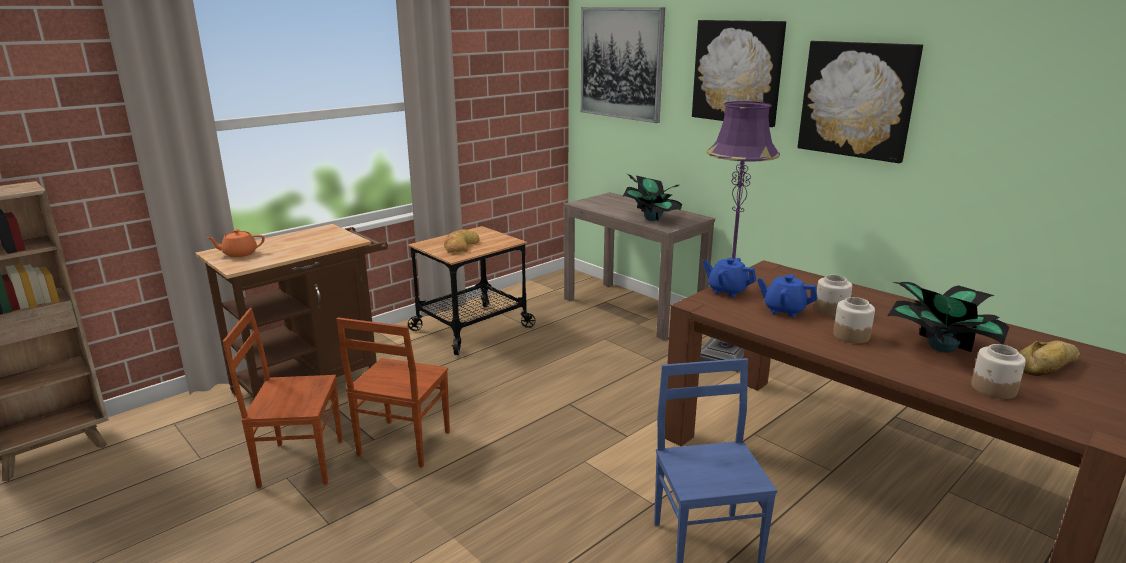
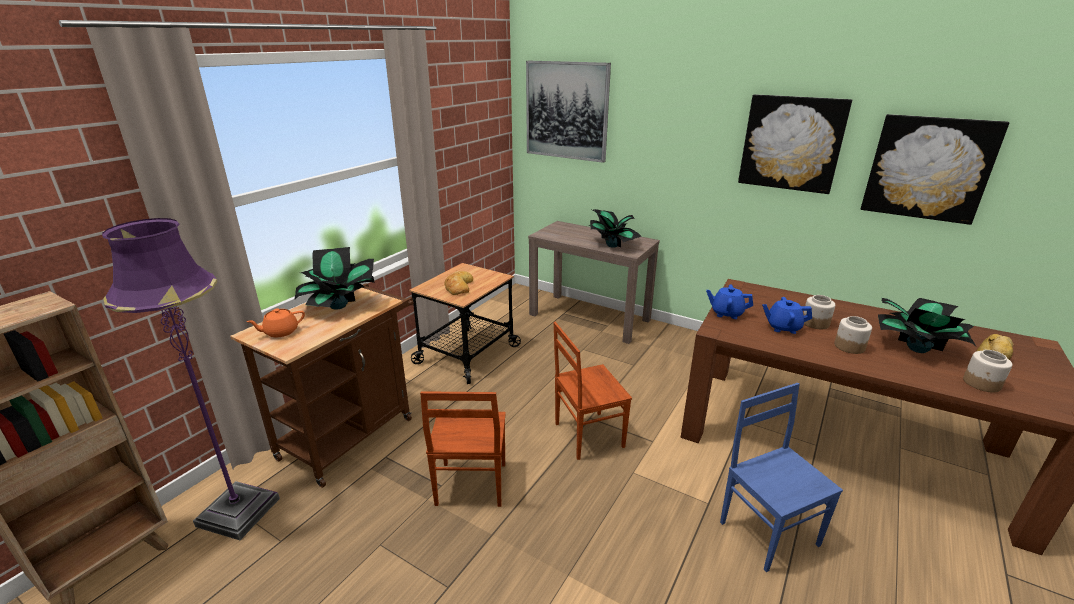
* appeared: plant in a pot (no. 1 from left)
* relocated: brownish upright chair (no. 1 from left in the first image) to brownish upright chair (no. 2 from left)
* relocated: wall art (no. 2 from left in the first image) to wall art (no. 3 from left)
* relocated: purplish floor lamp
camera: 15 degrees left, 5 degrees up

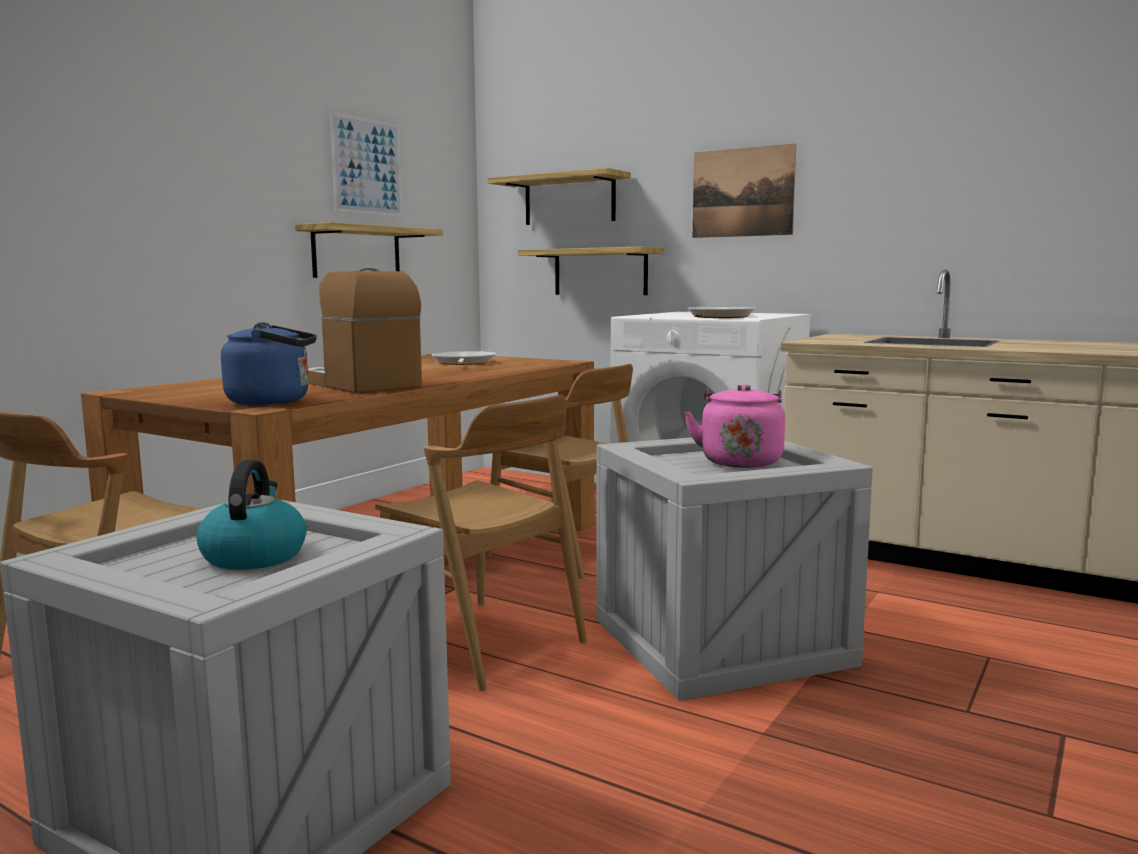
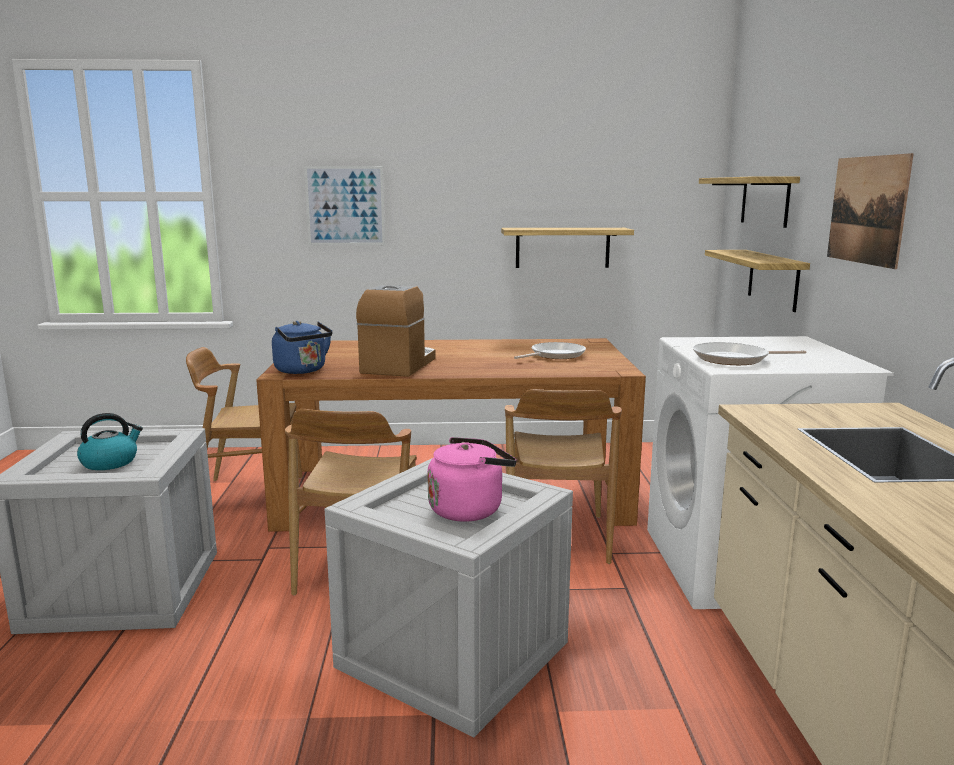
* relocated: wall art (no. 1 from left)
camera: 55 degrees right, 5 degrees up

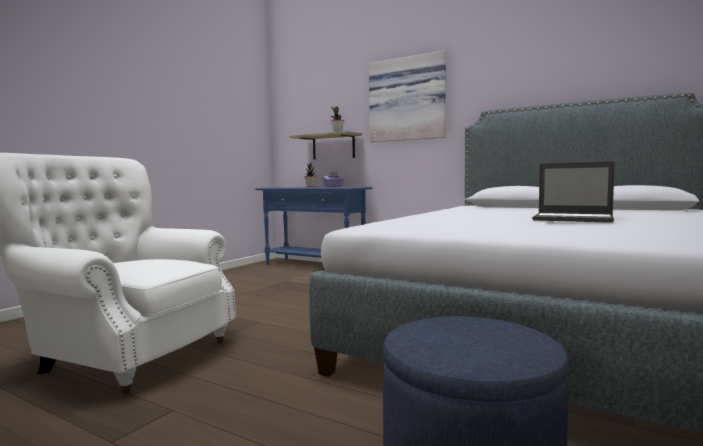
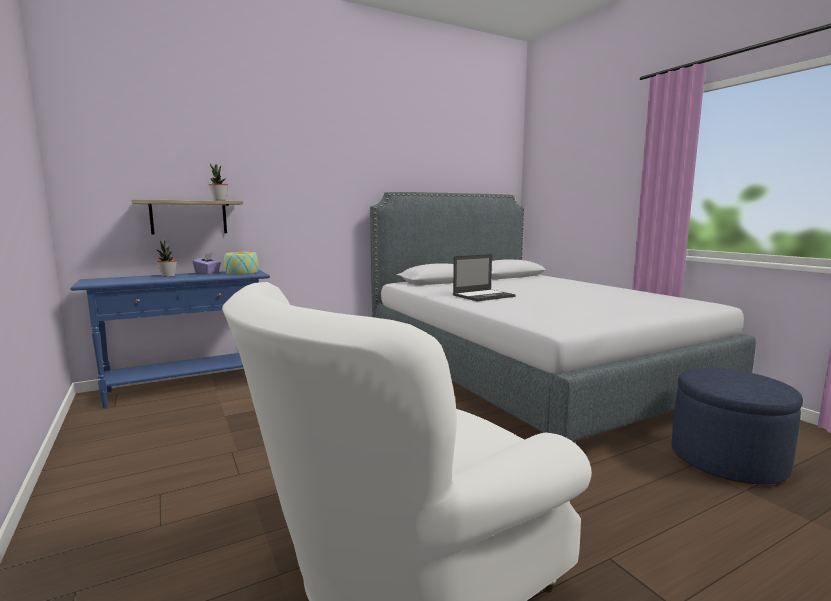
* missing: wall art
* appeared: bowl
* relocated: notebook computer
camera: 60 degrees left, 5 degrees up

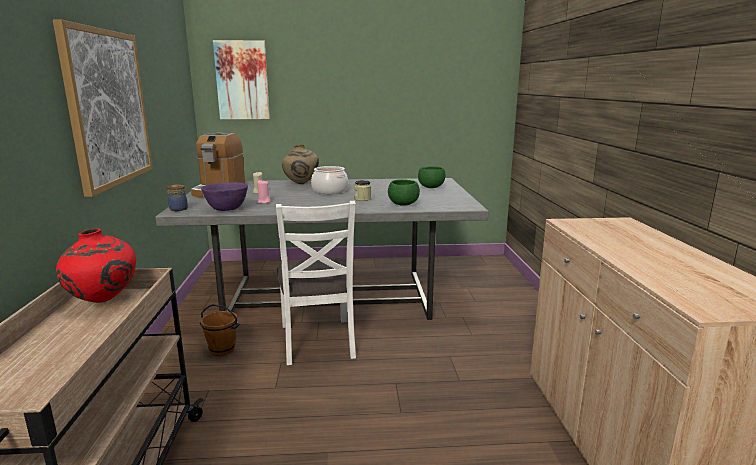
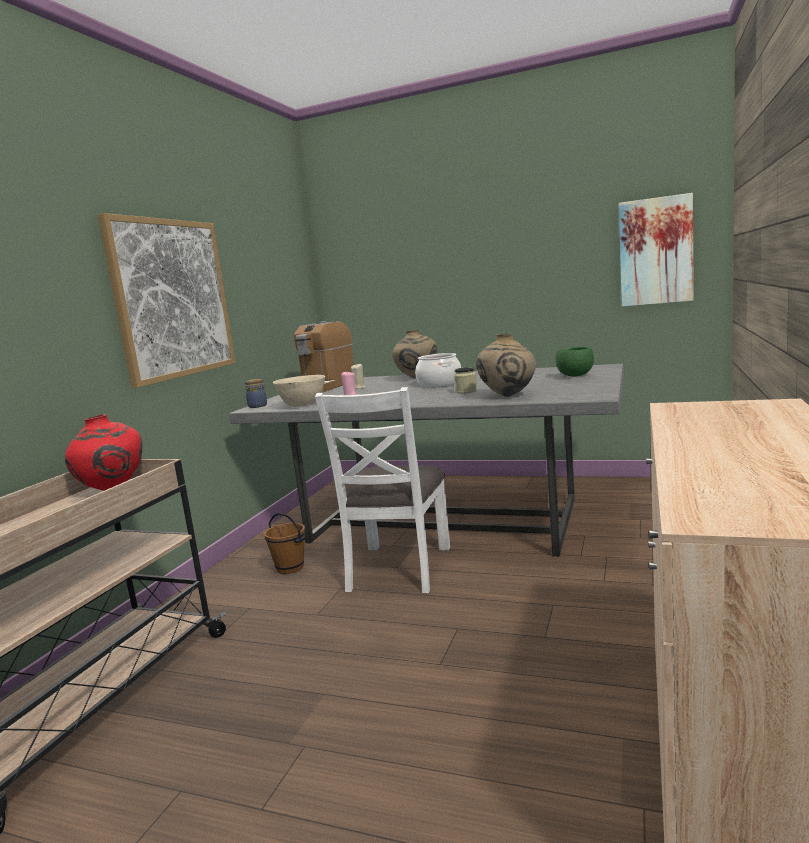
* relocated: wall art (no. 2 from left)
* exchanged: green bowl (no. 1 from left) to sand-coloured flower vase (no. 2 from left)
* colour: purplish bowl to sand-coloured bowl
camera: 25 degrees right, 5 degrees down

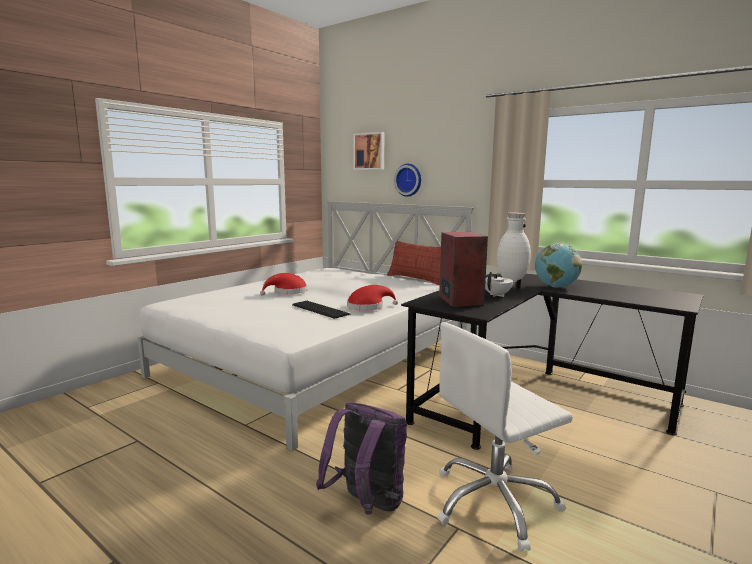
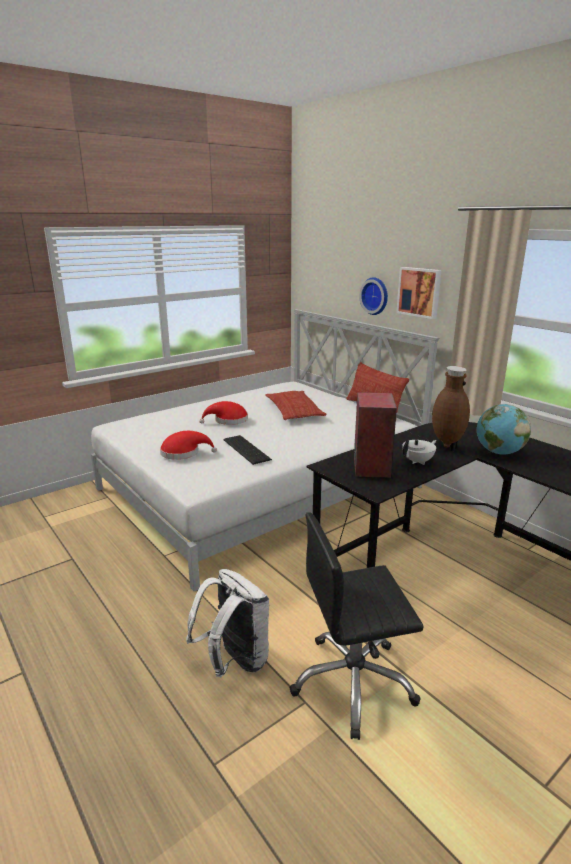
* appeared: cushion (no. 1 from left)
* relocated: red-coloured wearable hat (no. 2 from left in the first image) to red-coloured wearable hat (no. 1 from left)
* relocated: wall art
* colour: purplish rucksack to white rucksack
* colour: white office chair to blackish office chair
* colour: white flower vase to brownish flower vase
camera: 15 degrees right, 10 degrees up

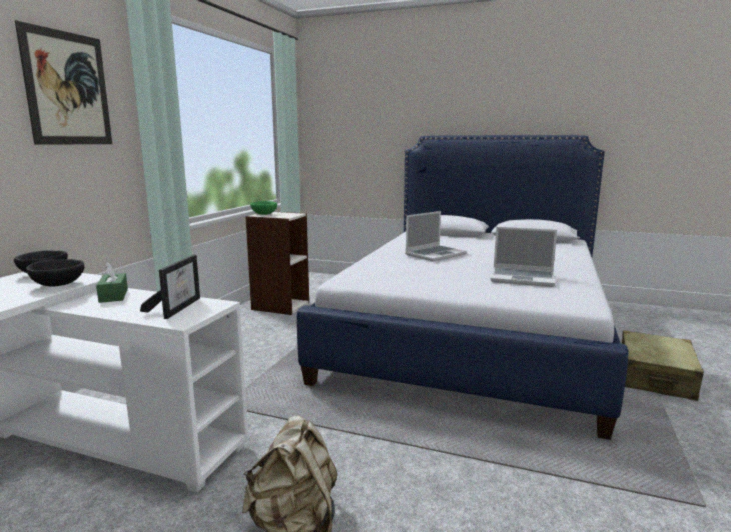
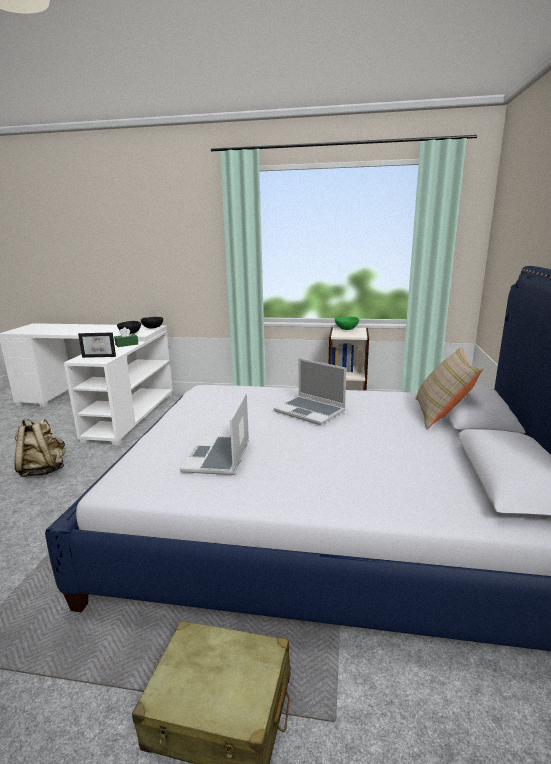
* missing: wall art
* appeared: sand-coloured cushion
camera: 80 degrees right, 5 degrees up

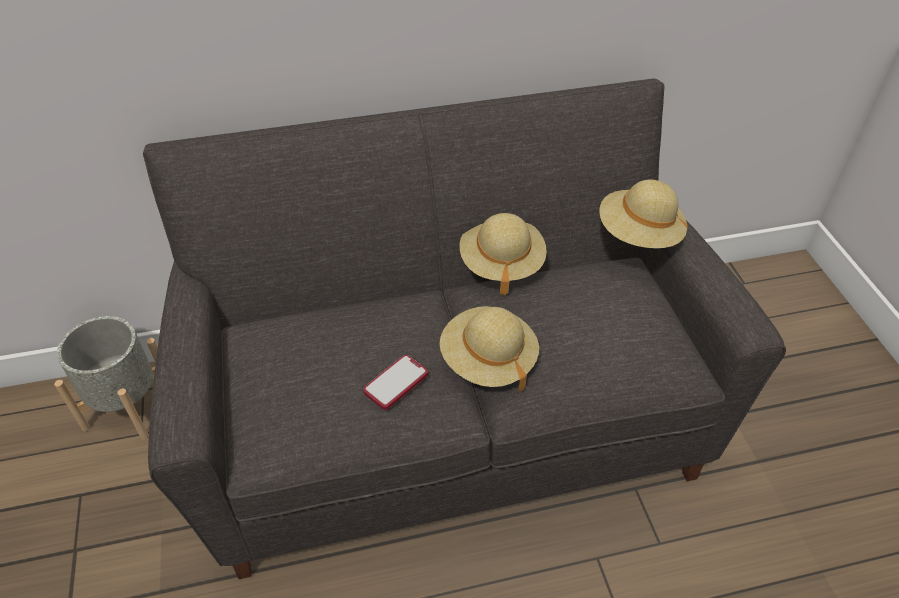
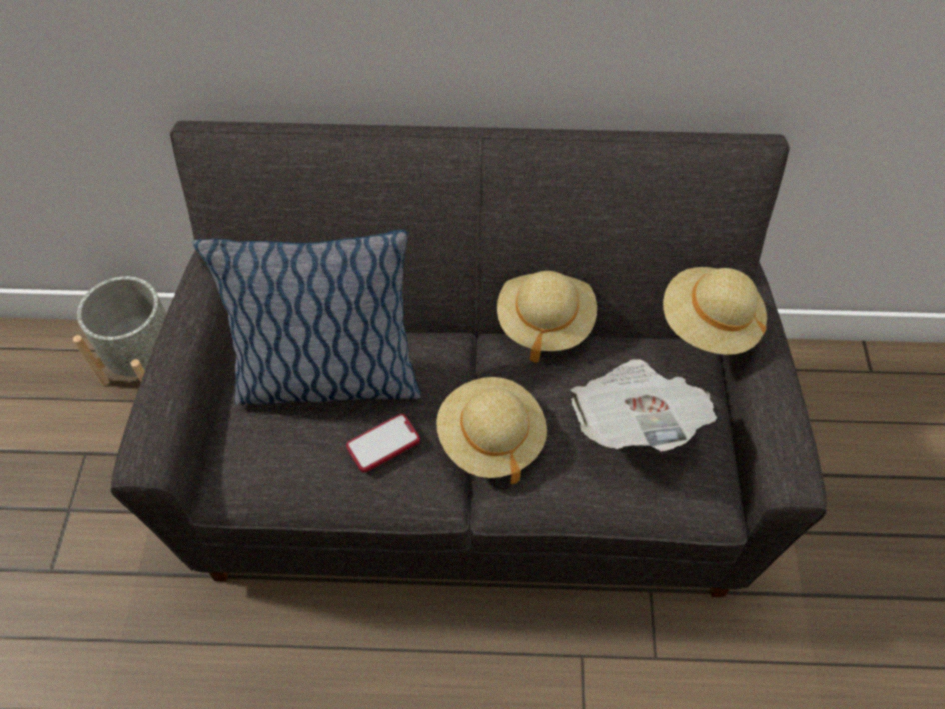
* appeared: cushion
* appeared: daily paper
camera: 15 degrees right, 10 degrees up

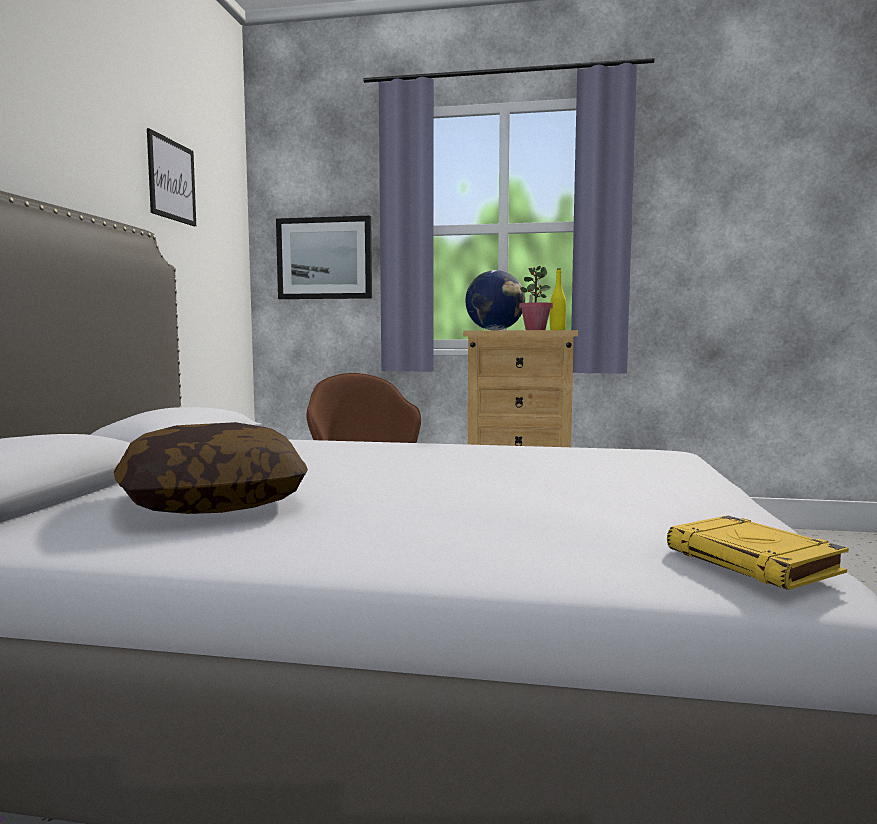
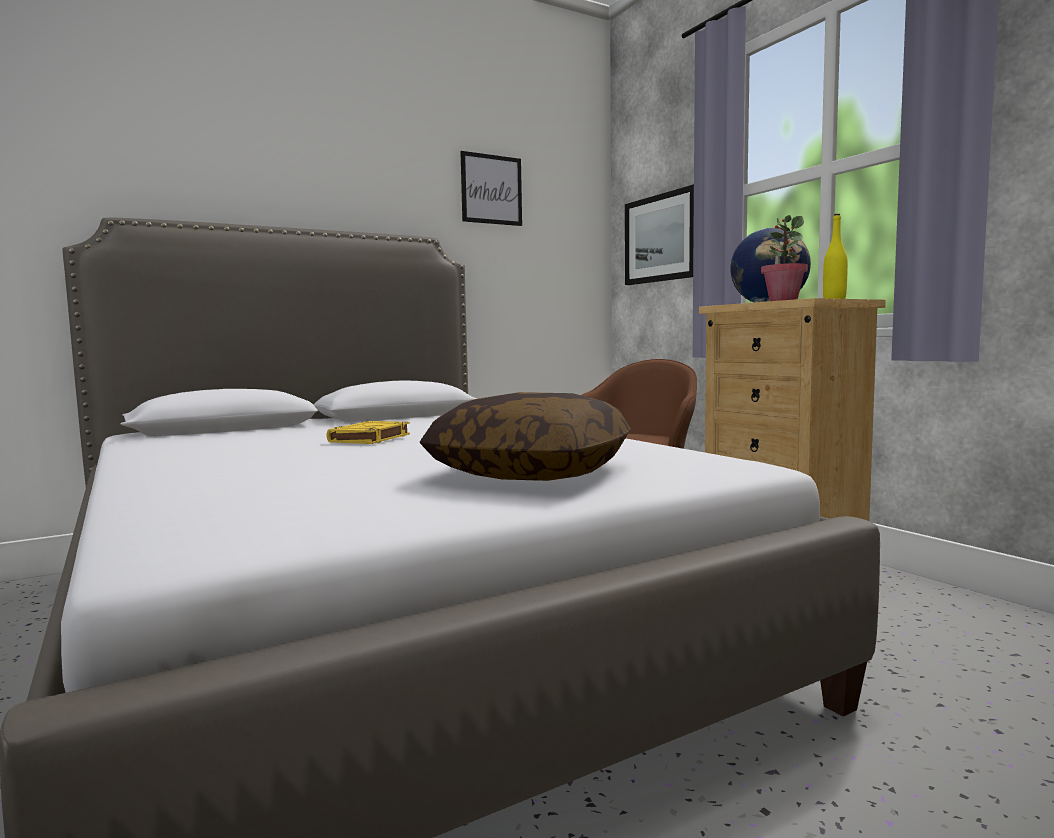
* relocated: cushion
* relocated: yellow-coloured bound book
camera: 50 degrees right, 0 degrees up

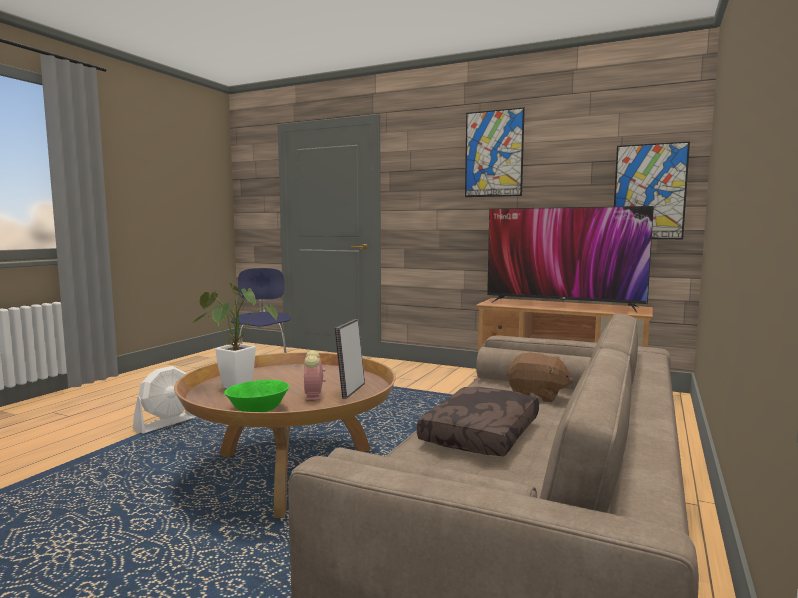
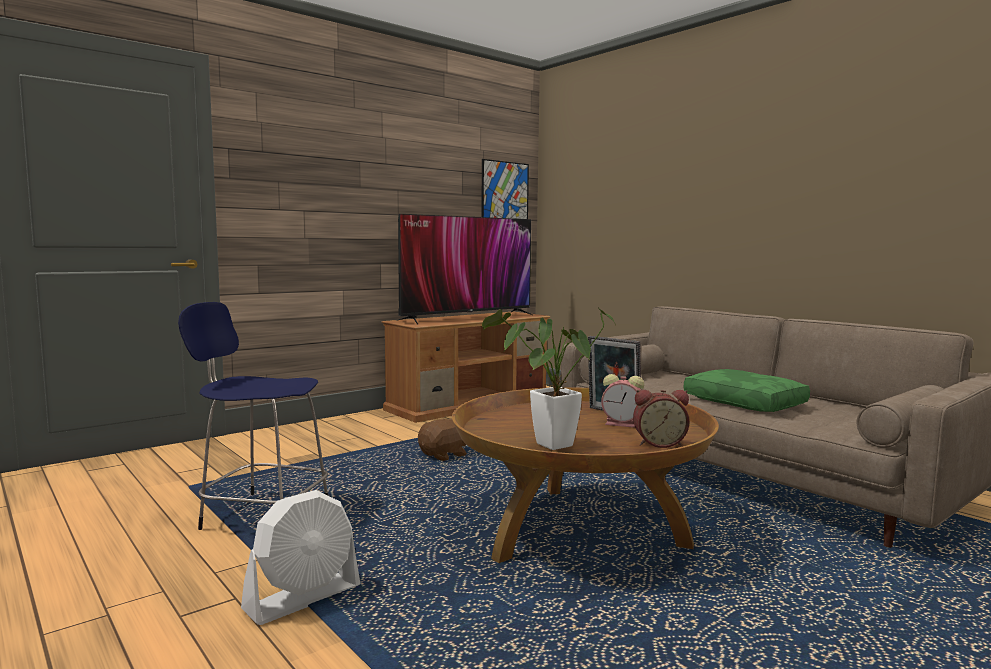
* missing: wall art (no. 1 from left)
* relocated: brownish soft toy
* exchanged: green bowl to alarm clock (no. 2 from left)
* colour: brownish cushion to green cushion
* spun: white cooling fan 75 degrees clockwise
camera: 65 degrees left, 0 degrees up

